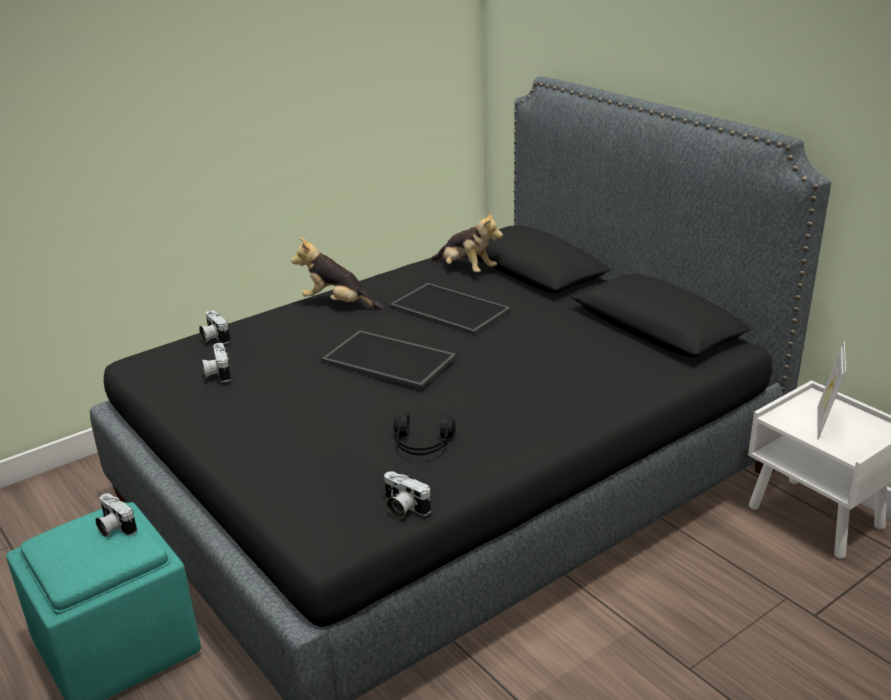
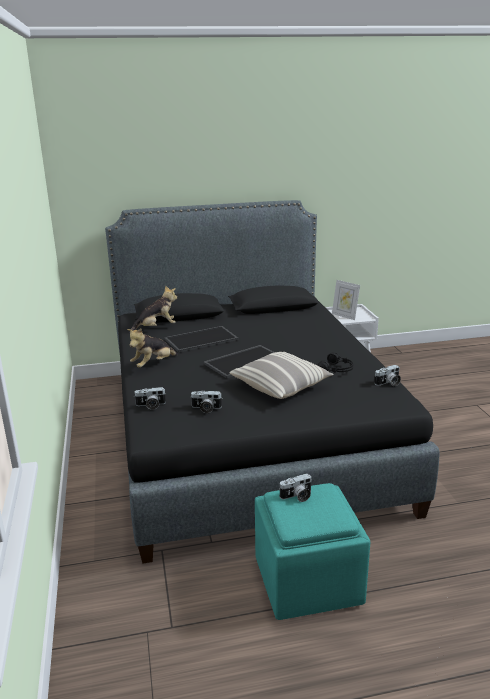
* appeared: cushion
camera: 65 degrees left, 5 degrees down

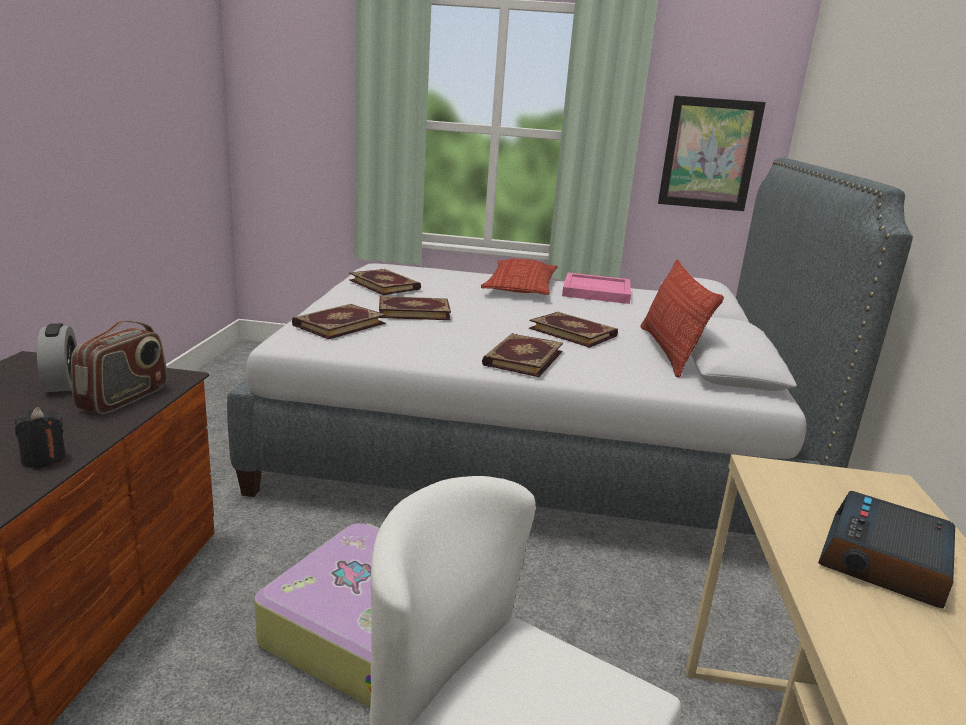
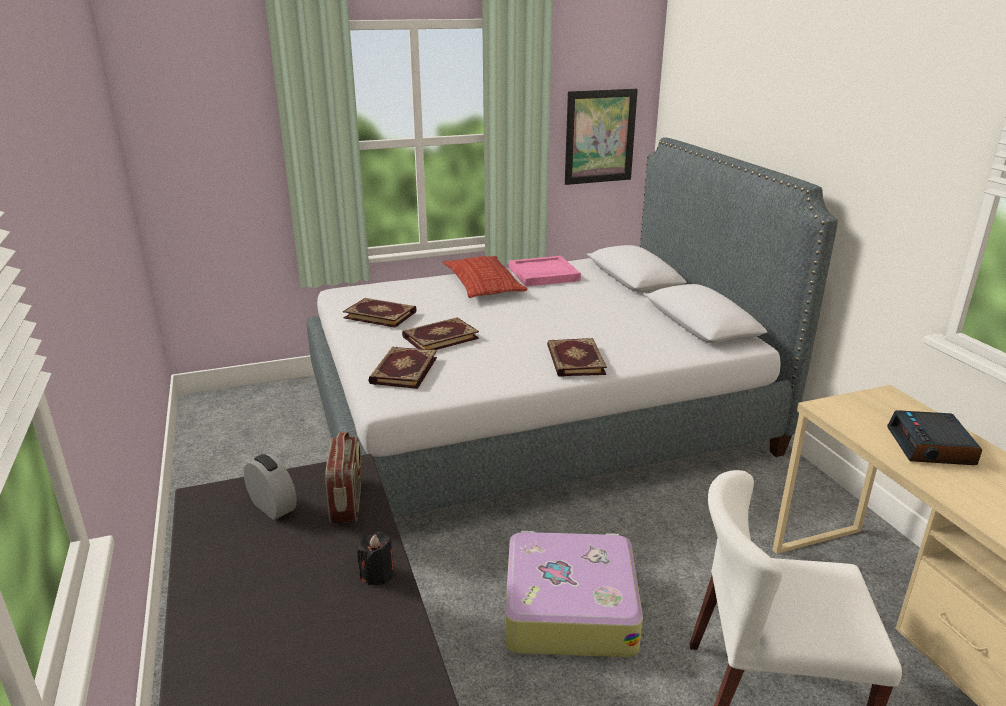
* missing: bound book (no. 5 from left)
* missing: cushion (no. 2 from left)
camera: 25 degrees left, 5 degrees up

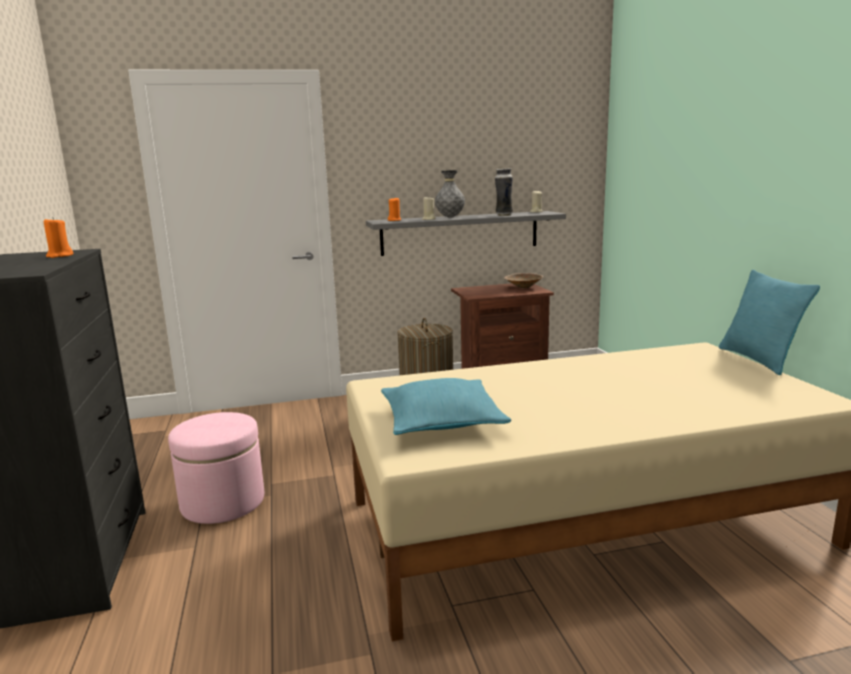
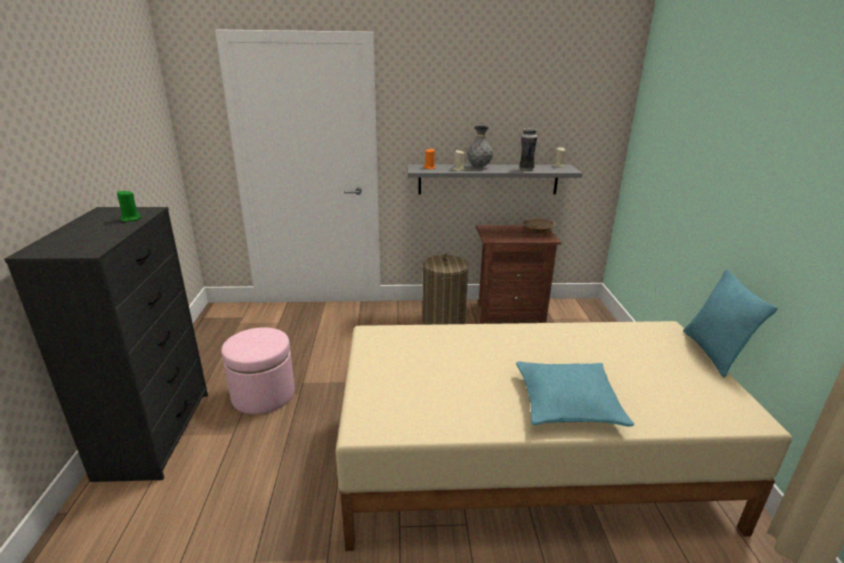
* relocated: turquoise-coloured cushion (no. 1 from left)
* colour: orangey wax candle (no. 1 from left) to green wax candle
camera: 10 degrees right, 10 degrees up

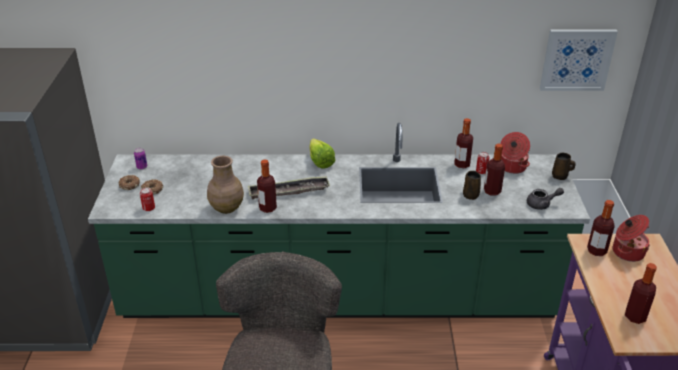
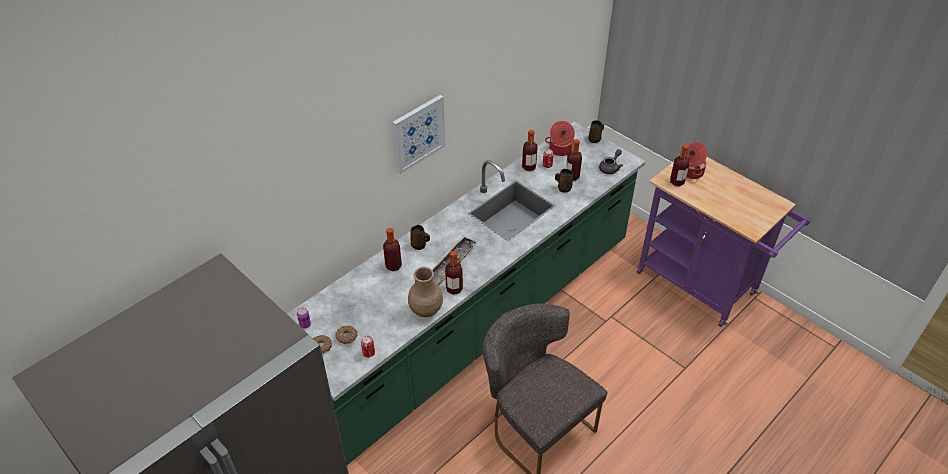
* missing: lettuce
* appeared: brownish coffee mug (no. 1 from left)
* relocated: wall art
* relocated: drink bottle (no. 5 from left in the first image) to drink bottle (no. 1 from left)
camera: 45 degrees left, 10 degrees up

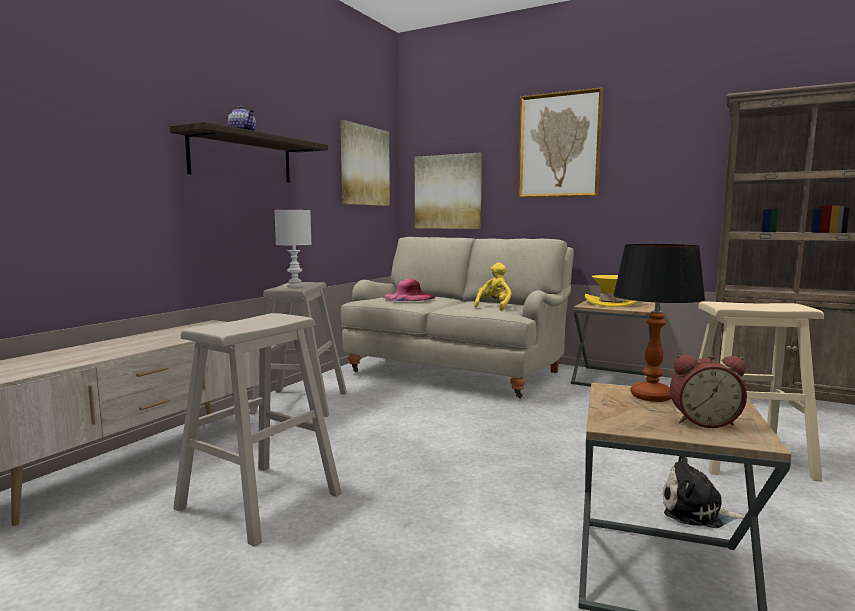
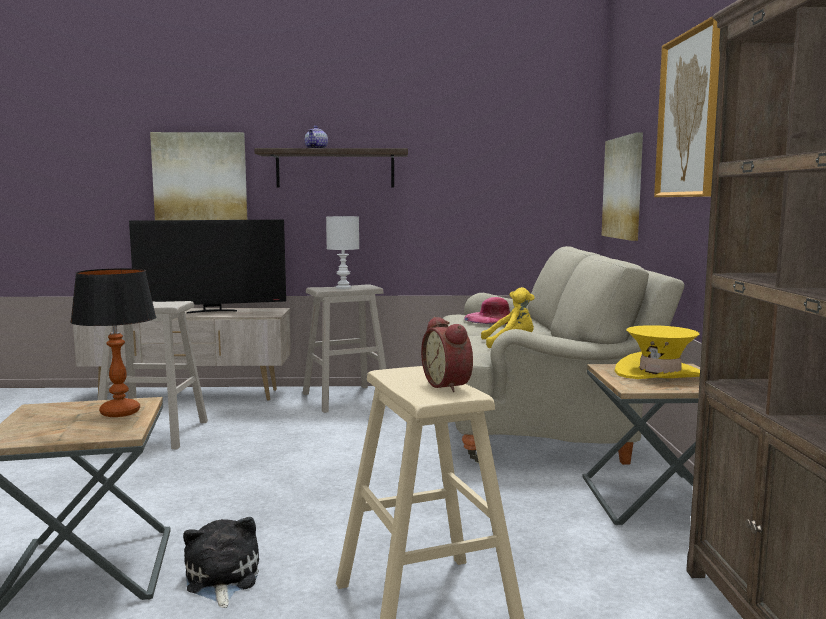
* appeared: TV
* relocated: wall art (no. 1 from left)
* relocated: alarm clock
camera: 60 degrees right, 0 degrees up

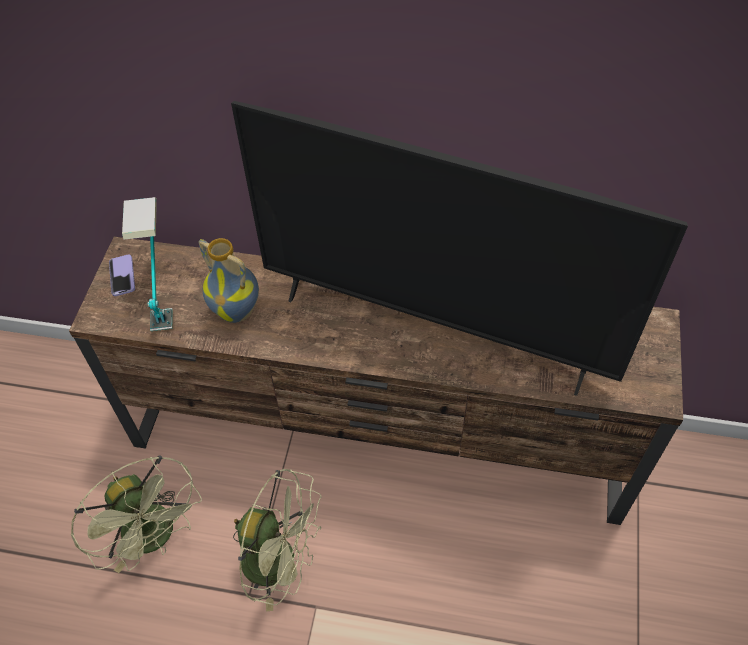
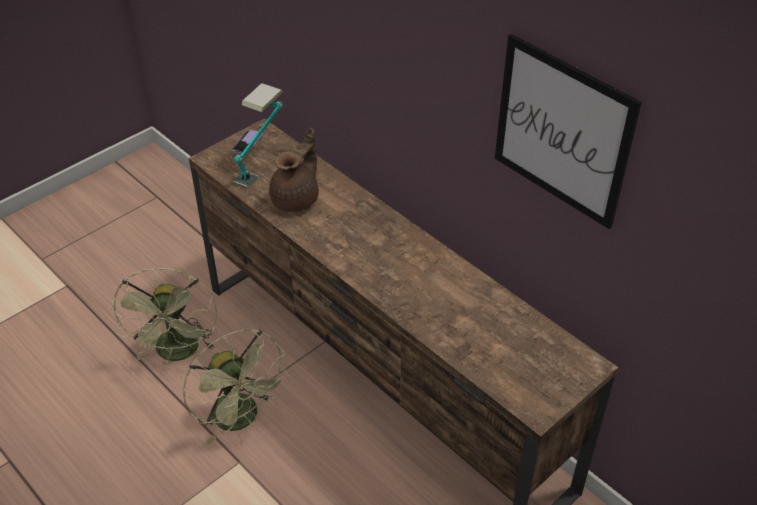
* missing: TV
* appeared: wall art
* exchanged: flower vase to brownish tea pot
camera: 35 degrees right, 10 degrees down

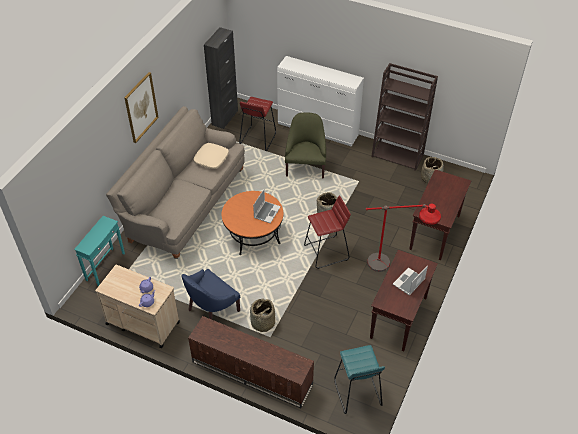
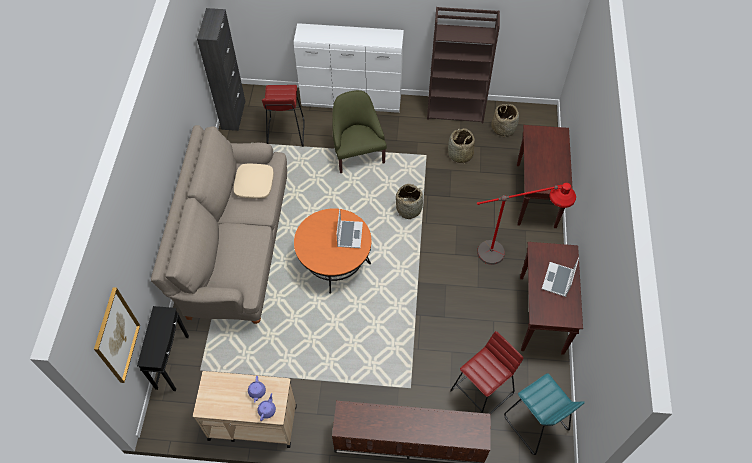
* missing: bluish easy chair
* relocated: wall art
* relocated: household basket (no. 1 from left in the first image) to household basket (no. 2 from left)
* relocated: red-coloured sitting stool (no. 2 from left)
* colour: turquoise-coloured accent table to blackish accent table
camera: 20 degrees left, 10 degrees up

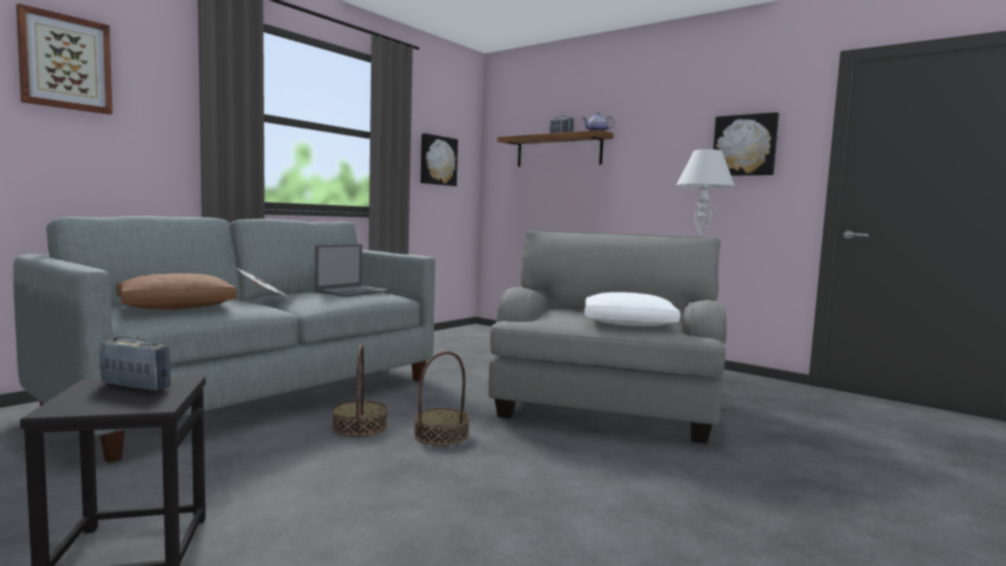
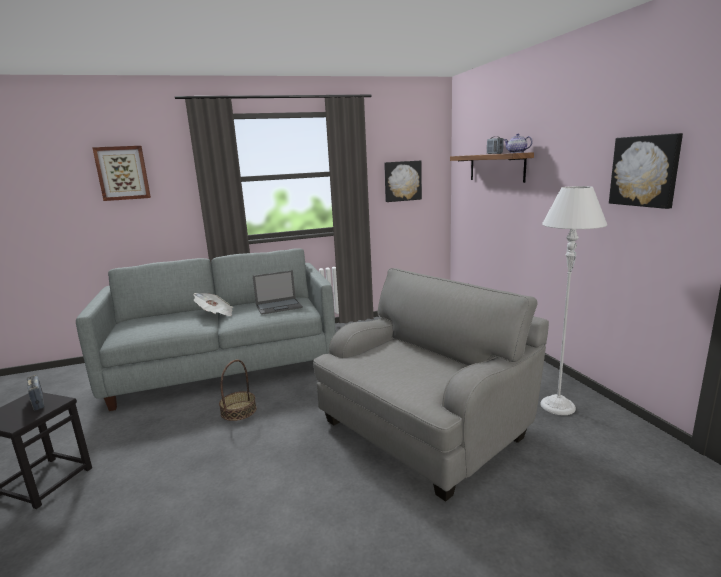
* missing: brownish cushion
* missing: household basket (no. 2 from left)
* missing: white cushion
camera: 35 degrees right, 10 degrees up

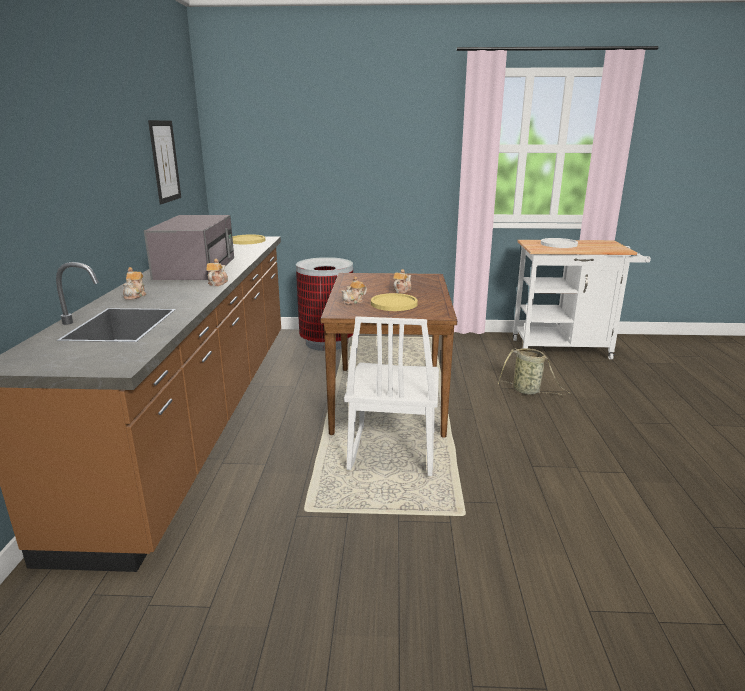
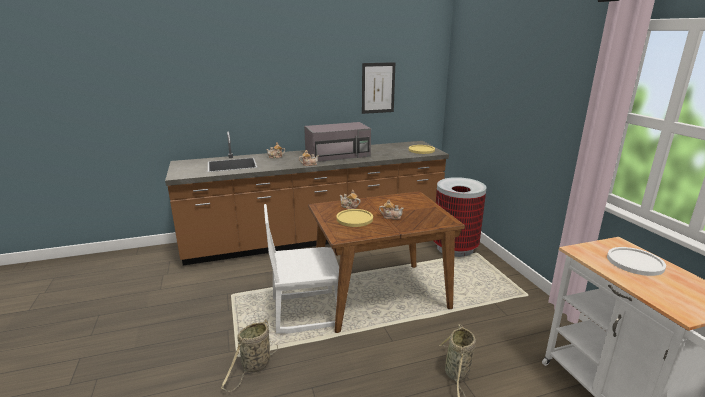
* appeared: household basket (no. 1 from left)
camera: 70 degrees right, 0 degrees up

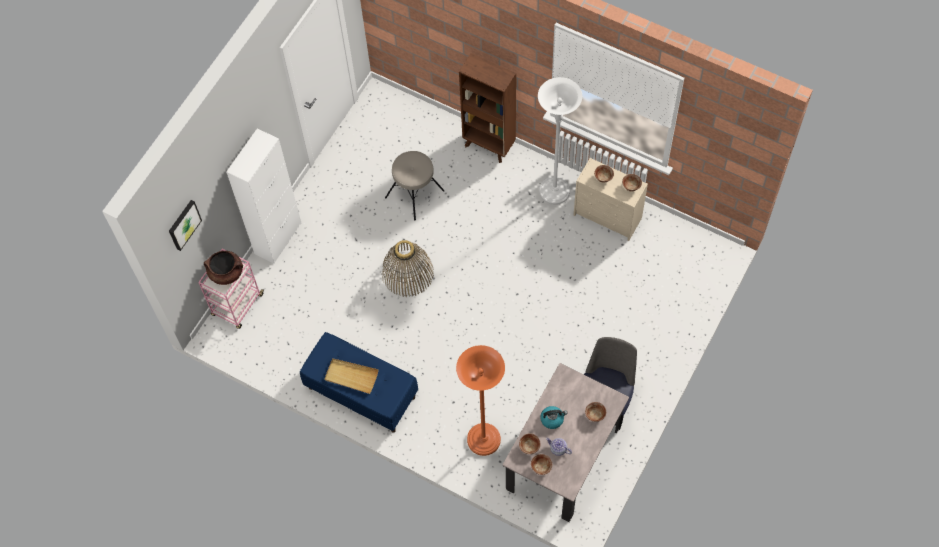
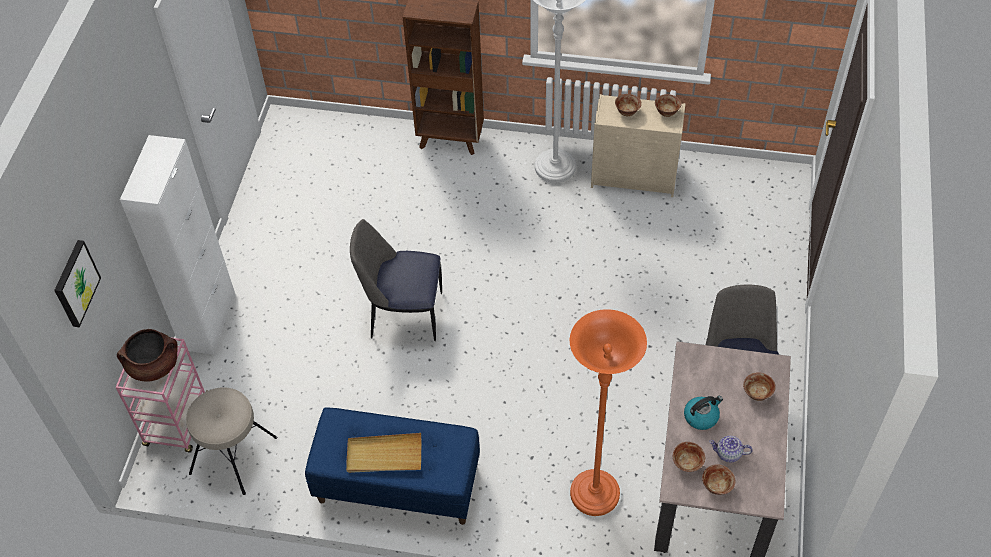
* relocated: sand-coloured sitting stool
* exchanged: household basket to upright chair (no. 1 from left)
camera: 20 degrees left, 10 degrees down

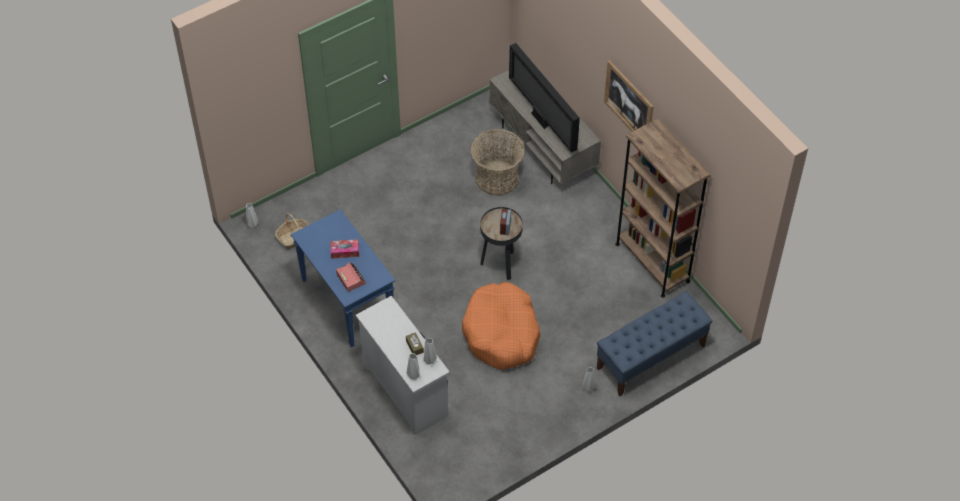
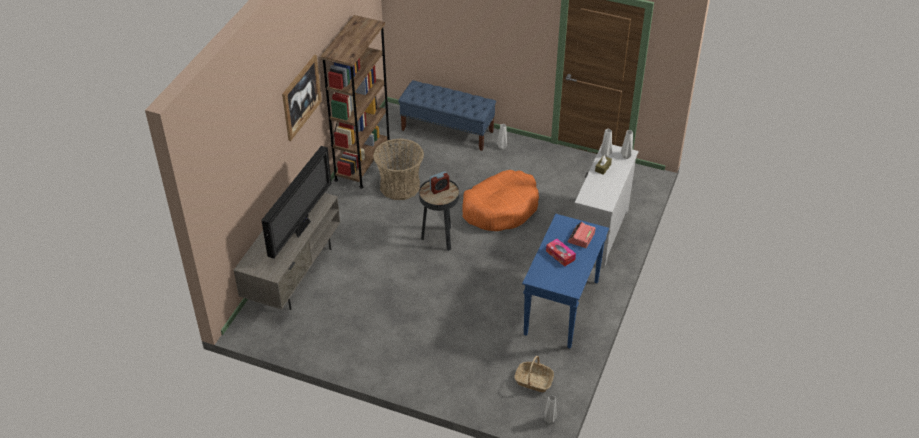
* relocated: household basket (no. 2 from left in the first image) to household basket (no. 1 from left)
camera: 125 degrees left, 10 degrees down

